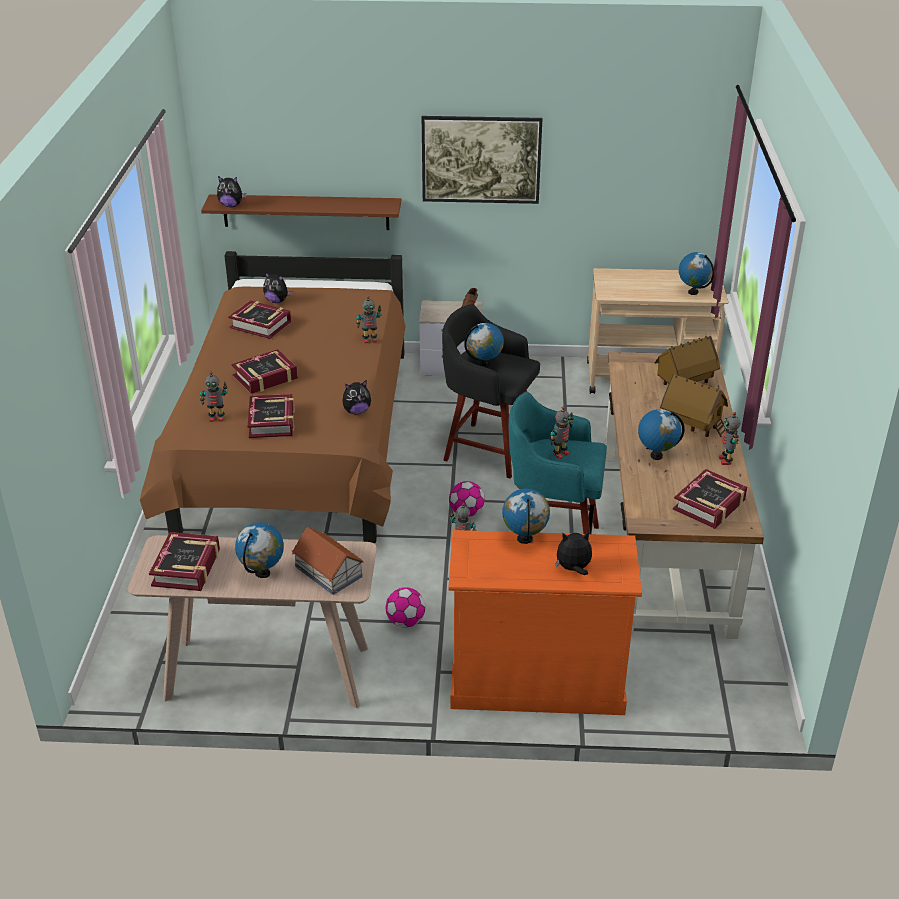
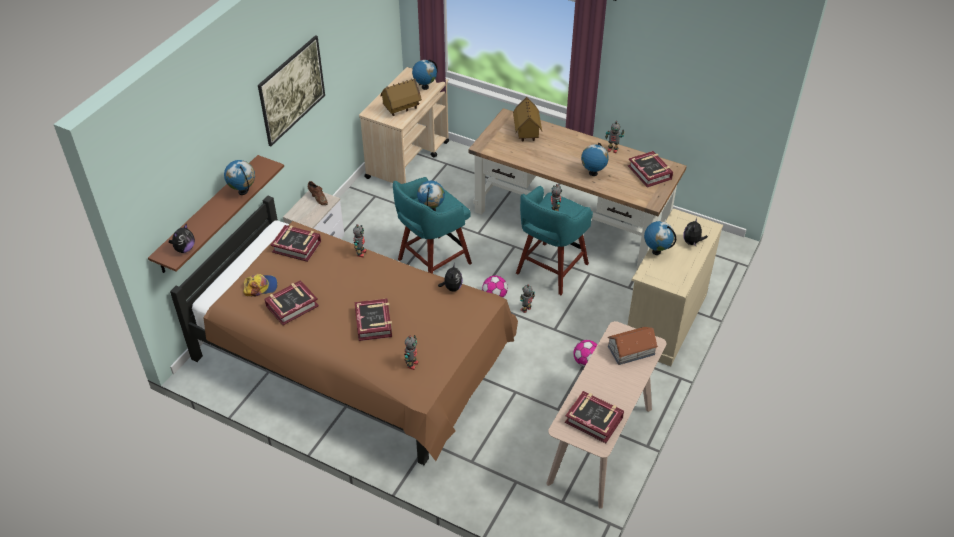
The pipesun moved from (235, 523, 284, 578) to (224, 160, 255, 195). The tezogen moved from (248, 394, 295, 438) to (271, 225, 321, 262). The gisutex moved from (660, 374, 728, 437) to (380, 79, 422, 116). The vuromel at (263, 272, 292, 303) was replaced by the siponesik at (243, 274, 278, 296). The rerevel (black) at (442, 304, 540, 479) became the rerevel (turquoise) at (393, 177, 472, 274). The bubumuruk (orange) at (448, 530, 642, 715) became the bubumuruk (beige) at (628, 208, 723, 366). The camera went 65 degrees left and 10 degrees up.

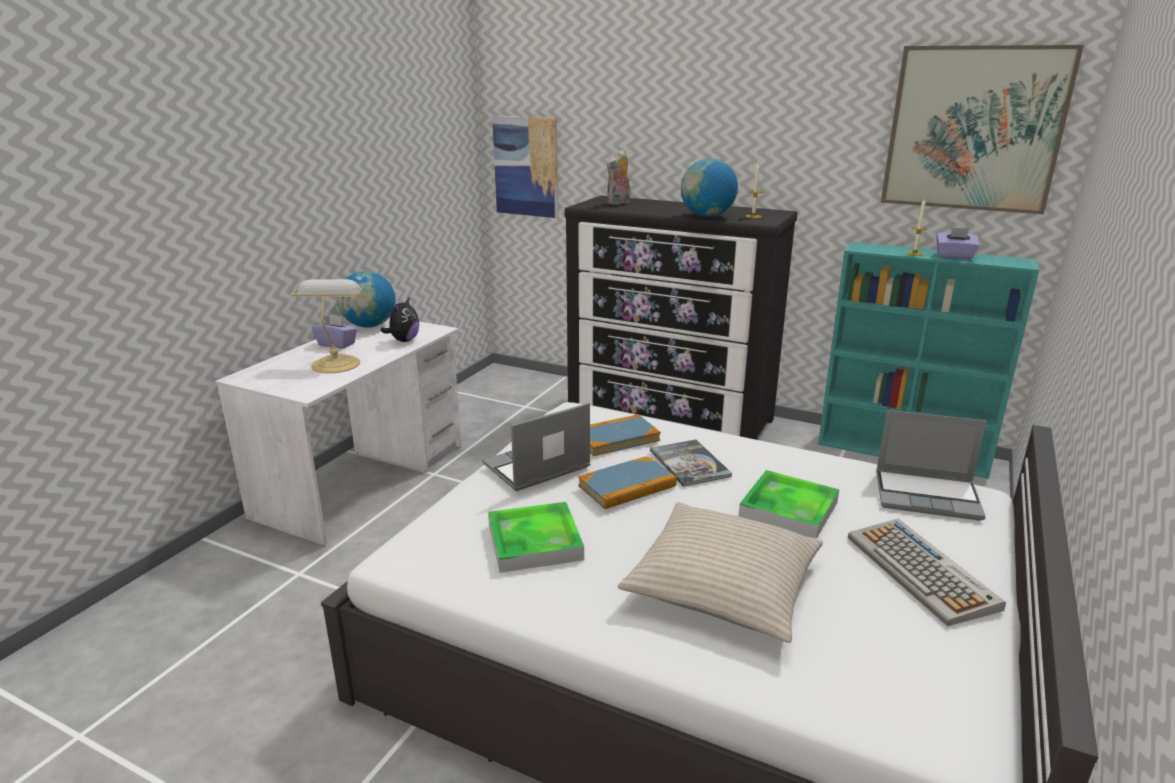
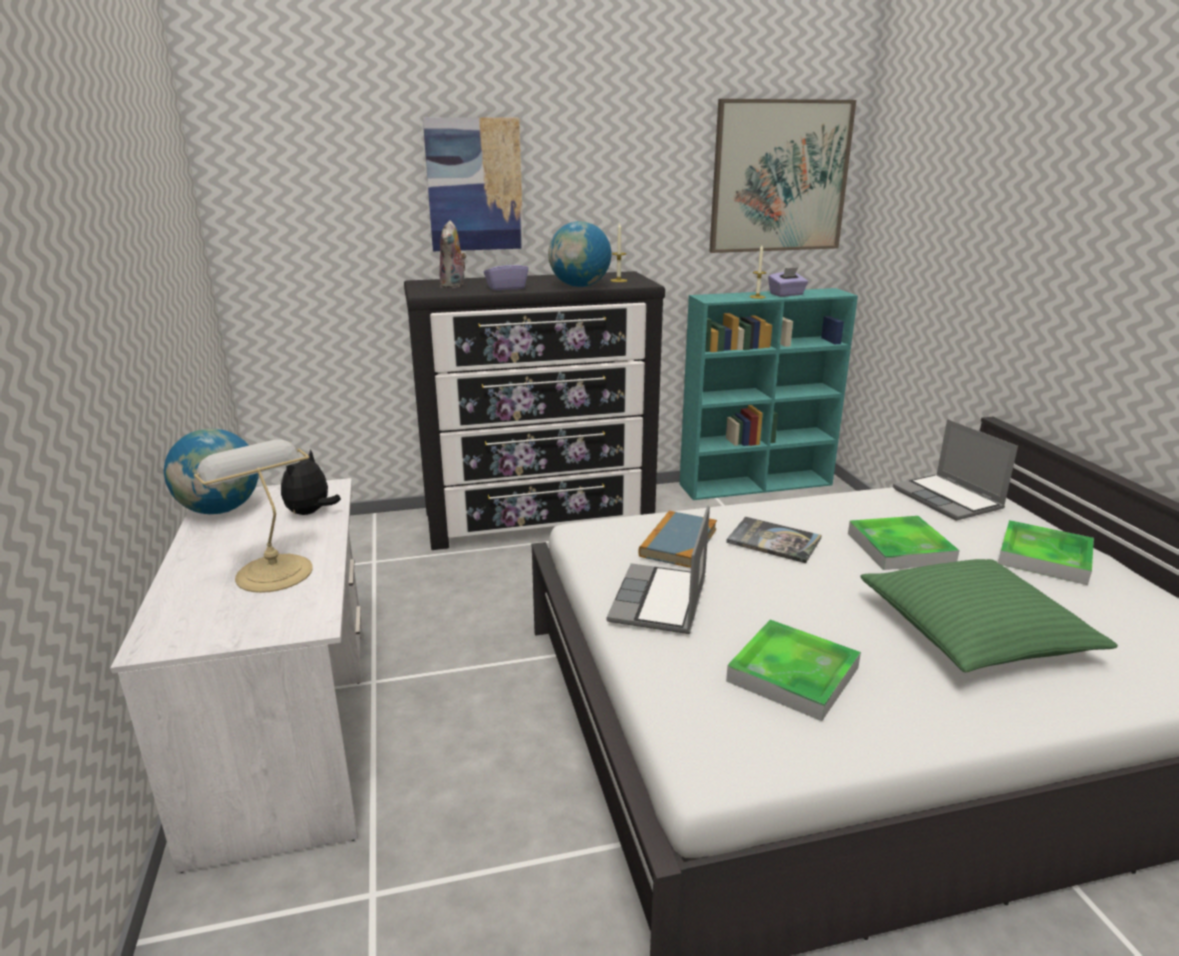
The tezogen at (578, 456, 677, 509) disappeared. The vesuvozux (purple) moved from (312, 315, 358, 349) to (484, 255, 528, 291). The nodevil moved from (492, 116, 558, 218) to (423, 117, 524, 251). The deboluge at (848, 519, 1006, 626) was replaced by the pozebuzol at (998, 520, 1094, 585). The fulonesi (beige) at (618, 502, 823, 643) became the fulonesi (green) at (860, 559, 1118, 672). The vuromel at (381, 298, 419, 342) turned 135 degrees counterclockwise. The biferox at (876, 410, 987, 521) turned 90 degrees clockwise. The camera went 40 degrees left and 0 degrees up.

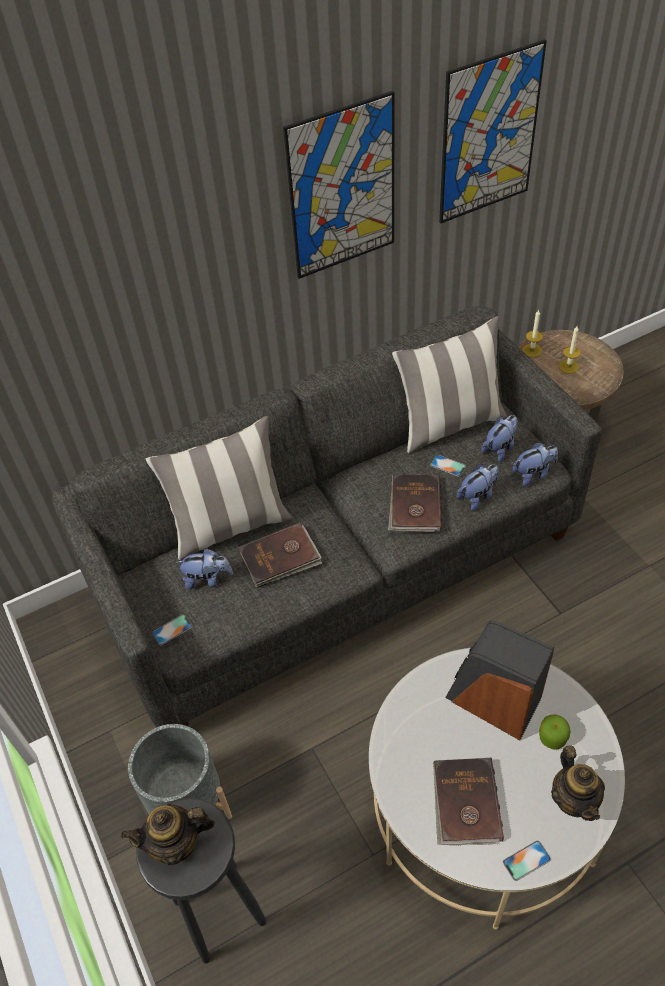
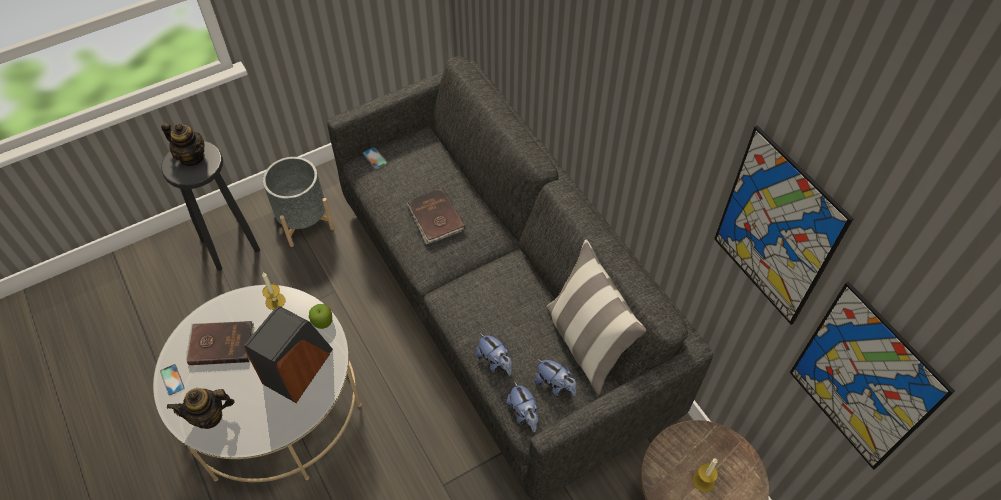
The fulonesi at (145, 416, 292, 560) disappeared. The vuromel at (175, 549, 233, 590) disappeared. The tezogen (brown) at (388, 475, 442, 532) disappeared. The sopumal at (430, 455, 466, 477) disappeared. The nodevil moved from (283, 91, 395, 279) to (790, 281, 955, 470). The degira moved from (522, 309, 543, 357) to (262, 272, 286, 310). The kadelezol moved from (539, 715, 571, 749) to (309, 304, 332, 329). The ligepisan at (121, 804, 215, 865) turned 135 degrees clockwise. The camera went 85 degrees right and 5 degrees up.

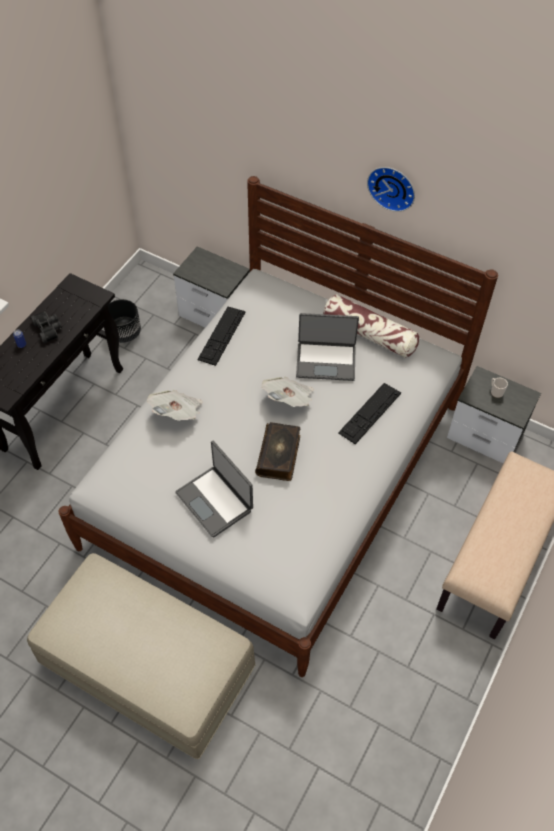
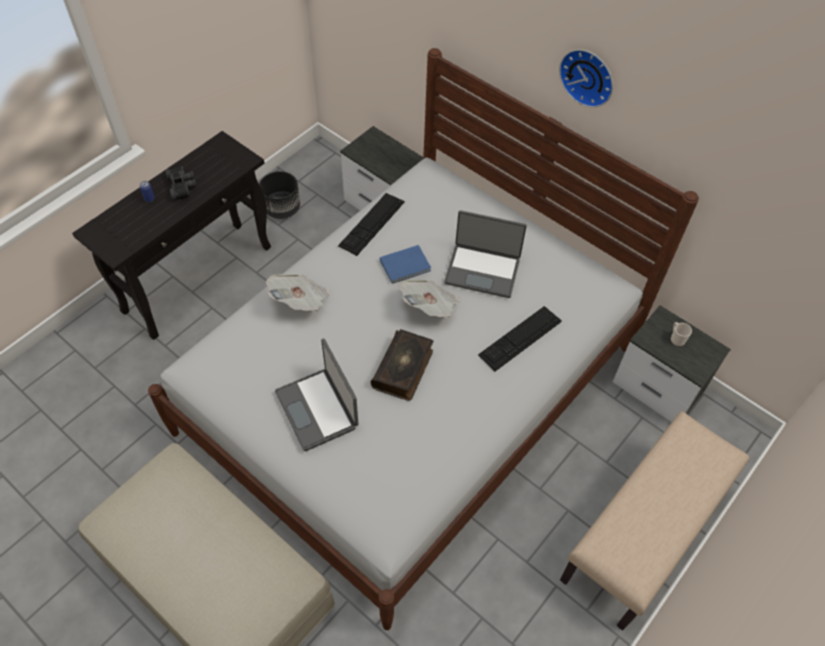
The fulonesi at (323, 294, 419, 358) disappeared. The tezogen (blue) at (380, 245, 431, 284) appeared. The camera went 10 degrees right and 0 degrees up.

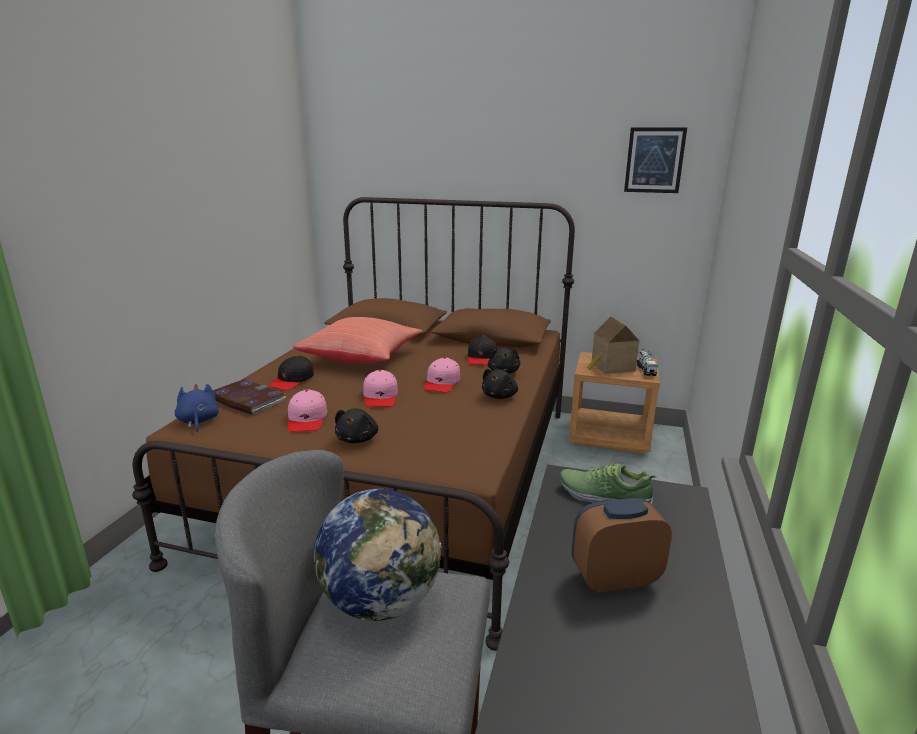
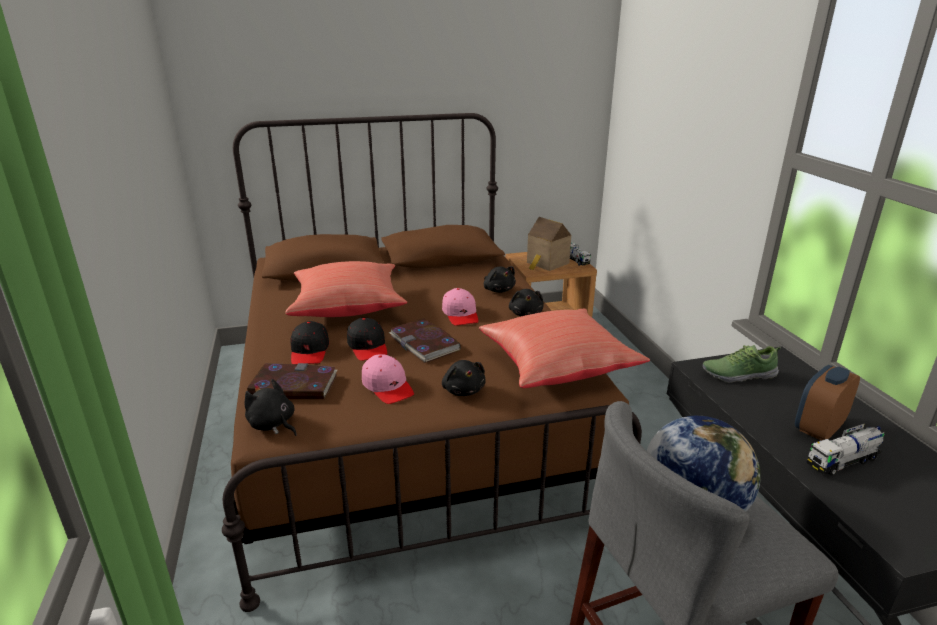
The nodevil at (624, 127, 687, 193) disappeared. The fulonesi (red) at (479, 309, 650, 388) appeared. The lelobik at (806, 423, 884, 476) appeared. The siponesik (black) moved from (468, 335, 497, 366) to (347, 318, 387, 361). The siponesik (pink) at (363, 370, 398, 407) was replaced by the tezogen at (389, 318, 461, 363). The vuromel (blue) at (175, 384, 219, 432) became the vuromel (black) at (245, 379, 297, 436). The camera went 30 degrees left and 5 degrees up.

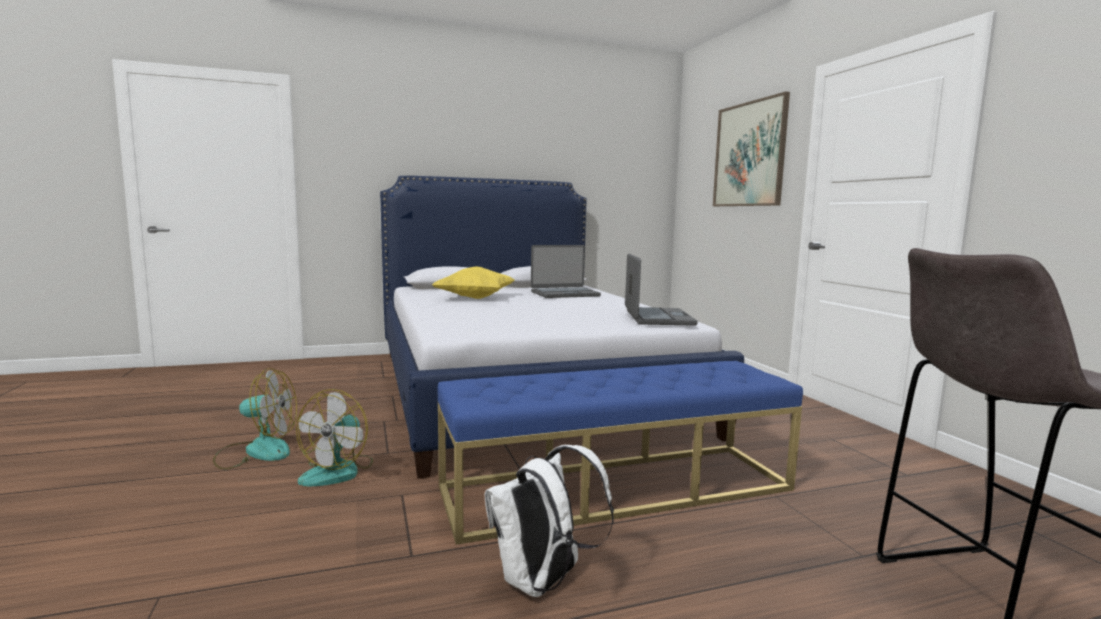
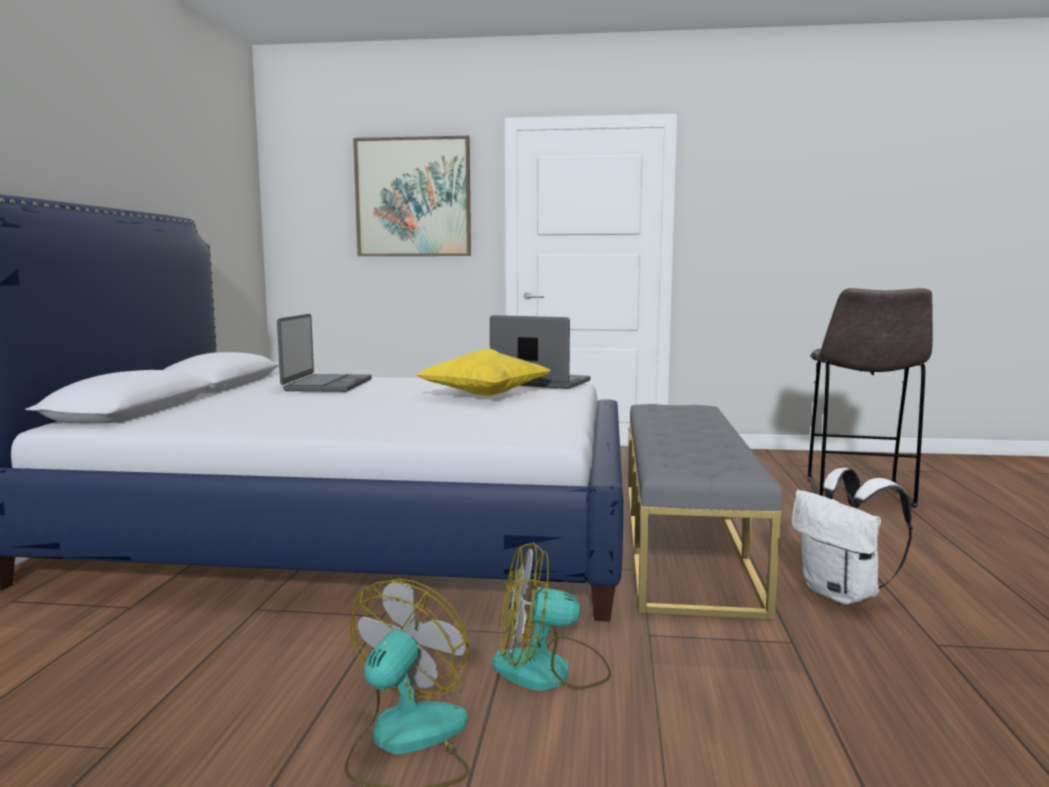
The fulonesi (yellow) moved from (432, 267, 515, 299) to (415, 349, 550, 396). The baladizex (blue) at (437, 361, 803, 545) became the baladizex (grey) at (628, 404, 782, 620). The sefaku at (296, 389, 373, 486) turned 135 degrees clockwise. The camera went 65 degrees left and 0 degrees up.

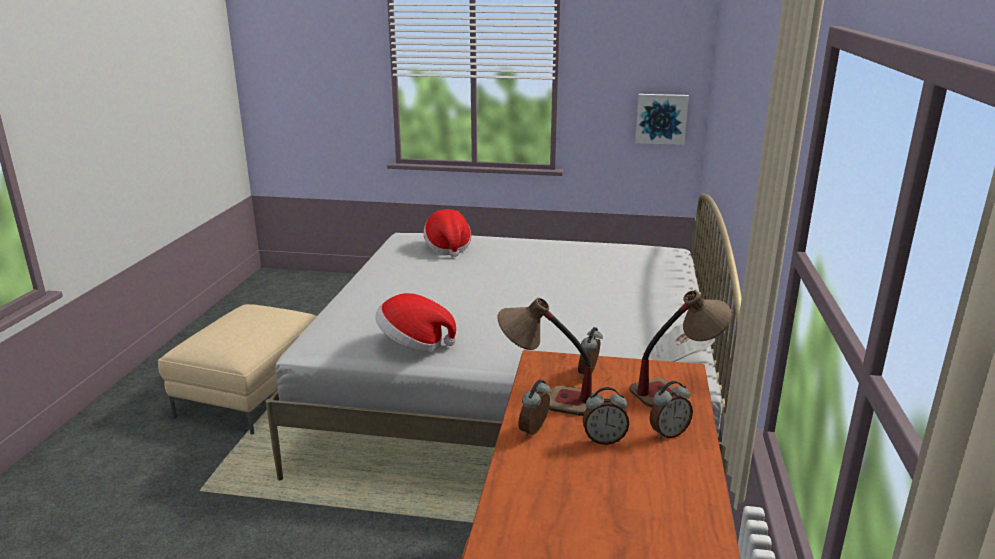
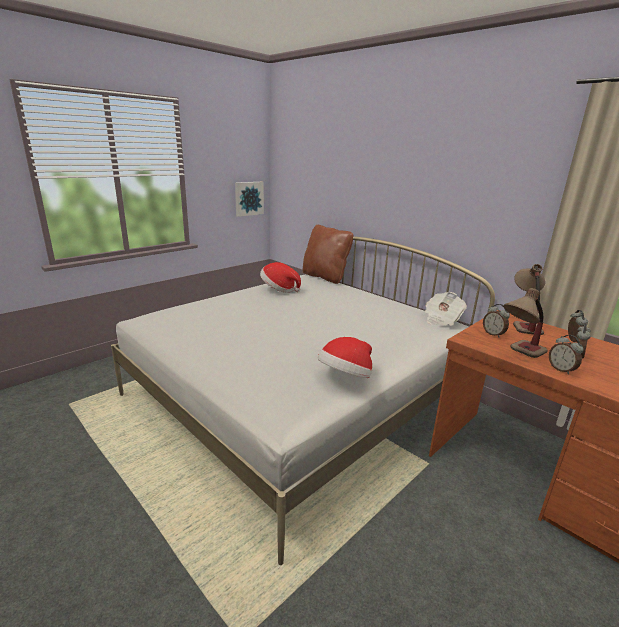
The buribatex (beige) at (158, 304, 317, 435) disappeared. The fulonesi (brown) at (303, 225, 354, 284) appeared. The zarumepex moved from (424, 209, 471, 257) to (260, 262, 301, 293). The camera went 55 degrees left and 0 degrees up.

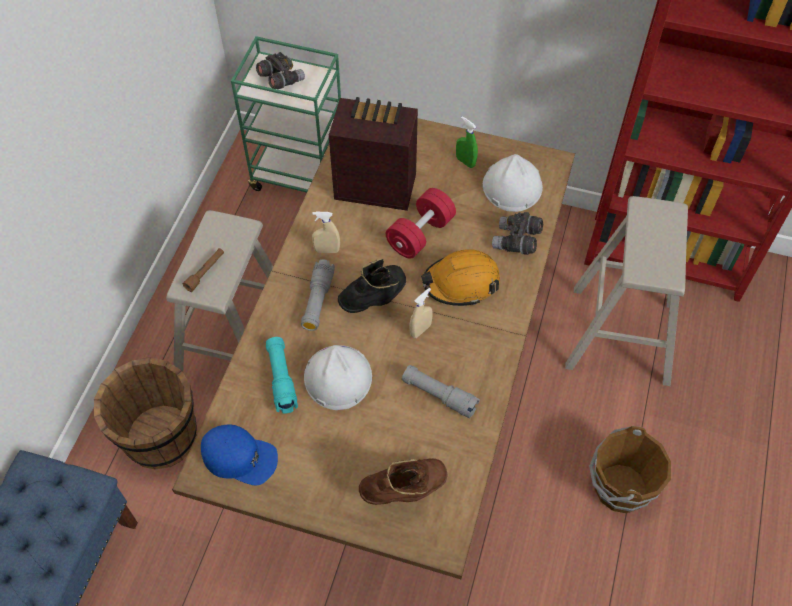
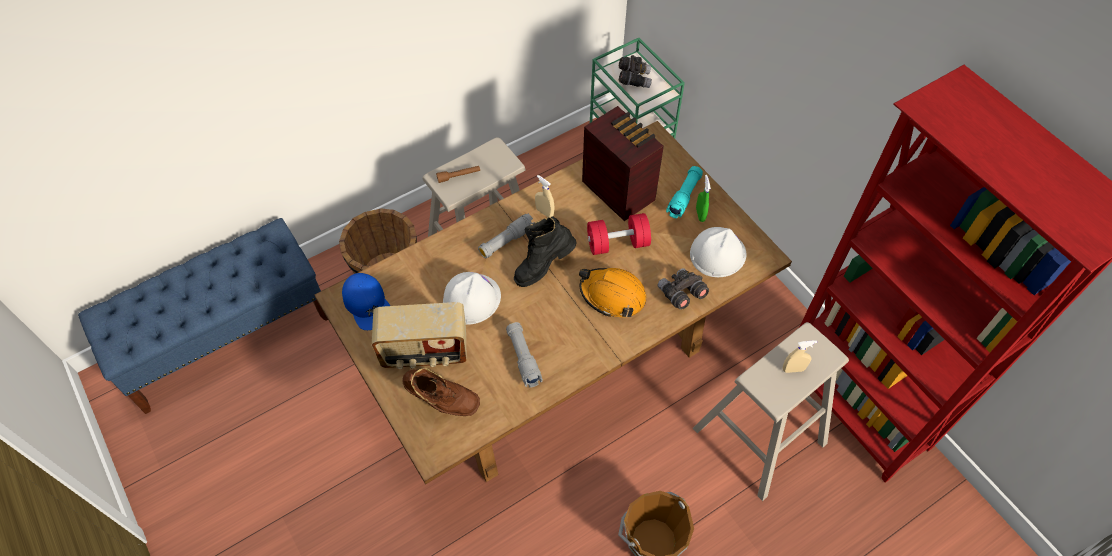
The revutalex at (372, 302, 467, 369) appeared. The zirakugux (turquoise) moved from (266, 337, 298, 414) to (666, 166, 703, 219). The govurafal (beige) moved from (409, 288, 432, 338) to (783, 340, 817, 373). The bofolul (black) at (338, 259, 406, 313) turned 150 degrees clockwise. The camera went 40 degrees right and 0 degrees up.

